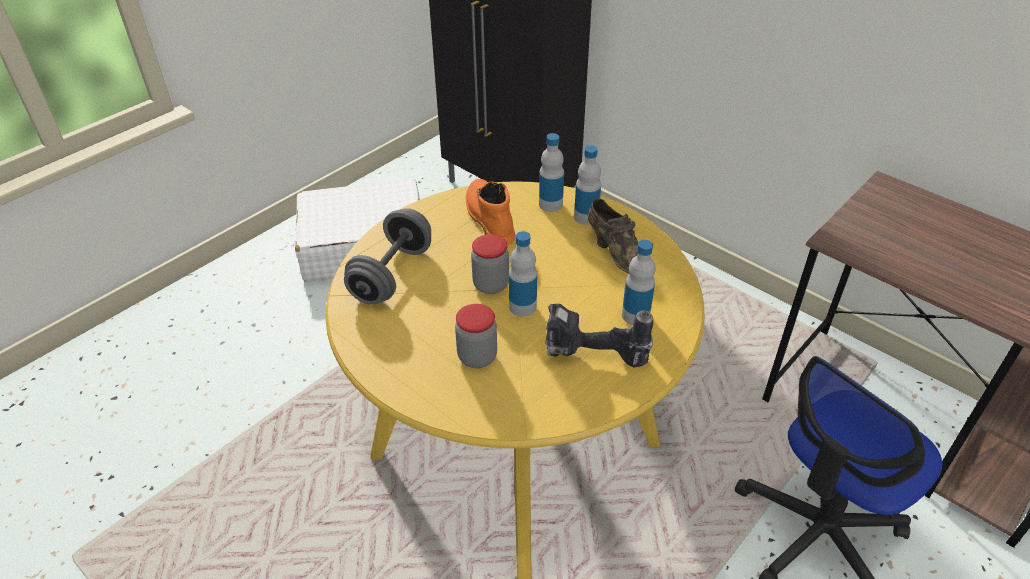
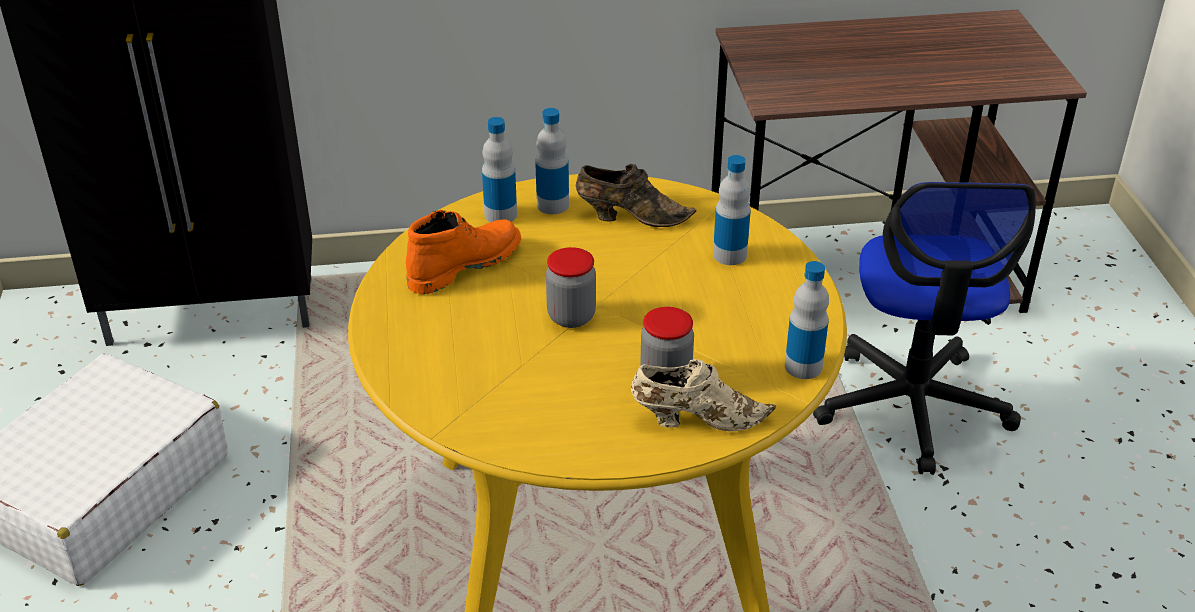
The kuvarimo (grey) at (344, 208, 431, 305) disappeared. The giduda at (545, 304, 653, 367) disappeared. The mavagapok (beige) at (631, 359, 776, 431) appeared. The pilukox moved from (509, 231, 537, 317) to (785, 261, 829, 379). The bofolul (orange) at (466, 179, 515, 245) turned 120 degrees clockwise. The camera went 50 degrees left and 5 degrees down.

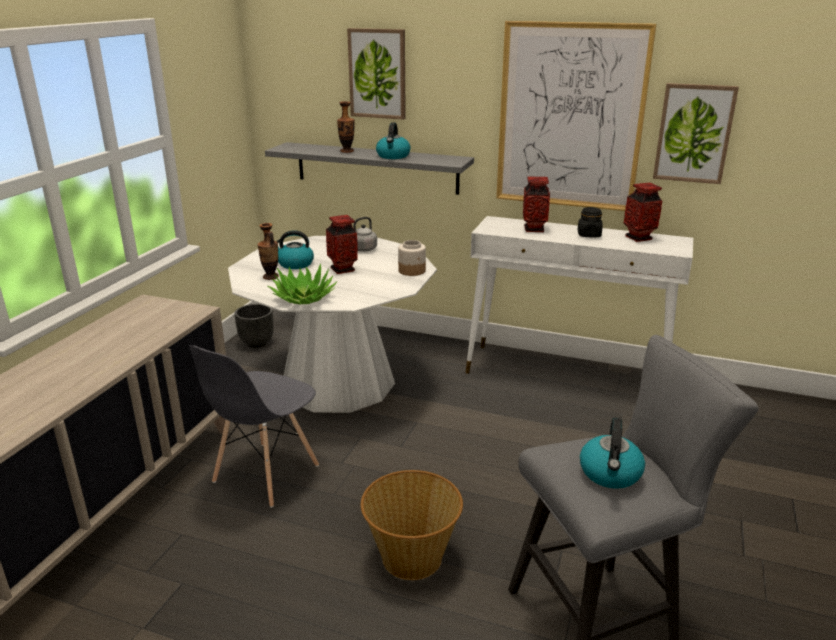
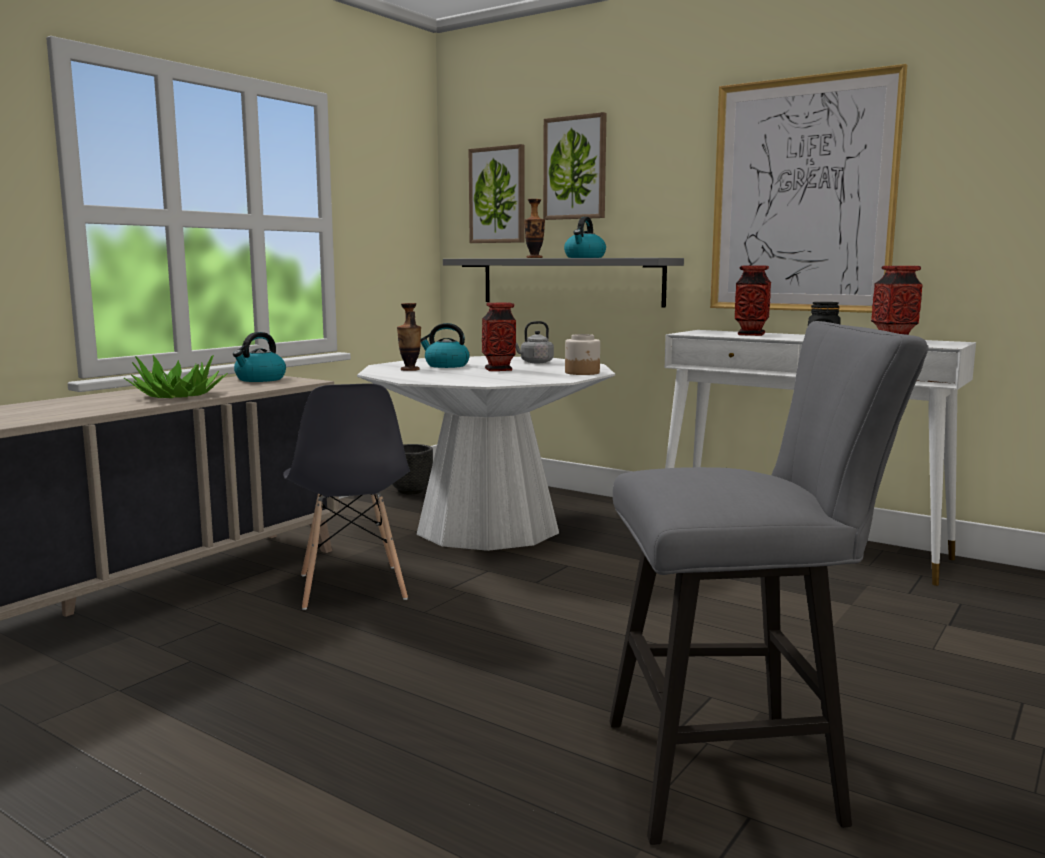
The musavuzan at (361, 470, 463, 580) disappeared. The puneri moved from (268, 264, 338, 305) to (124, 355, 228, 398). The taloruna moved from (580, 418, 645, 489) to (233, 332, 286, 382). The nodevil moved from (653, 83, 739, 184) to (469, 144, 525, 243). The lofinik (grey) at (189, 345, 319, 508) turned 60 degrees counterclockwise. The camera went 15 degrees right and 15 degrees down.

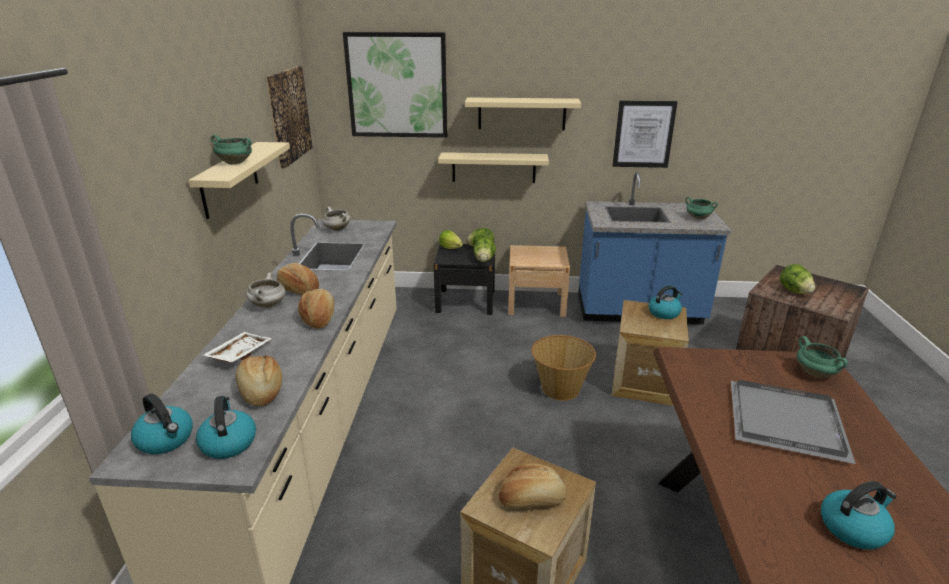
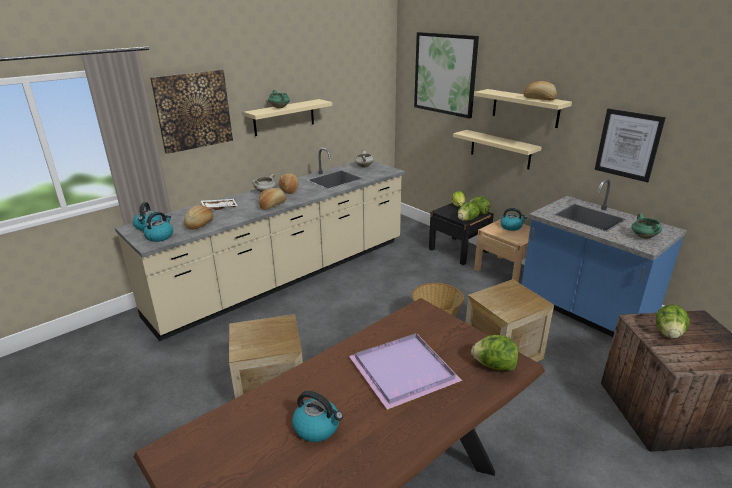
The nodevil moved from (266, 66, 313, 168) to (150, 70, 233, 154). The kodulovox moved from (499, 463, 566, 508) to (524, 81, 557, 101). The taloruna moved from (649, 285, 683, 319) to (500, 208, 527, 231). The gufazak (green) at (797, 336, 848, 377) was replaced by the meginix at (471, 335, 518, 371). The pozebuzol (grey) at (731, 380, 856, 464) became the pozebuzol (purple) at (349, 333, 462, 410). The camera went 45 degrees right and 0 degrees up.

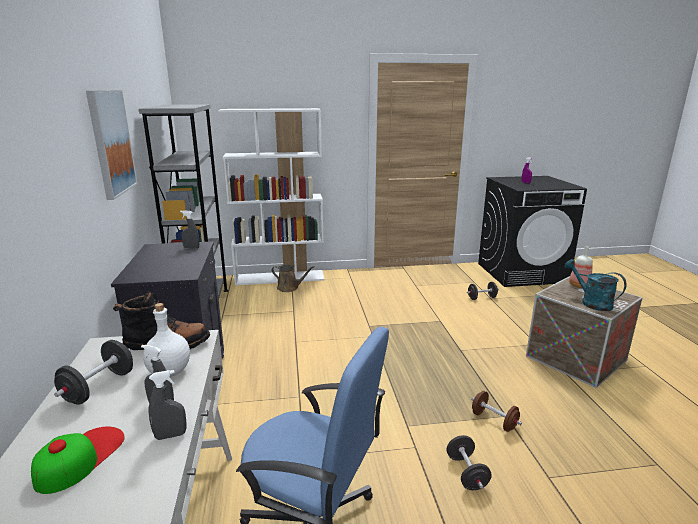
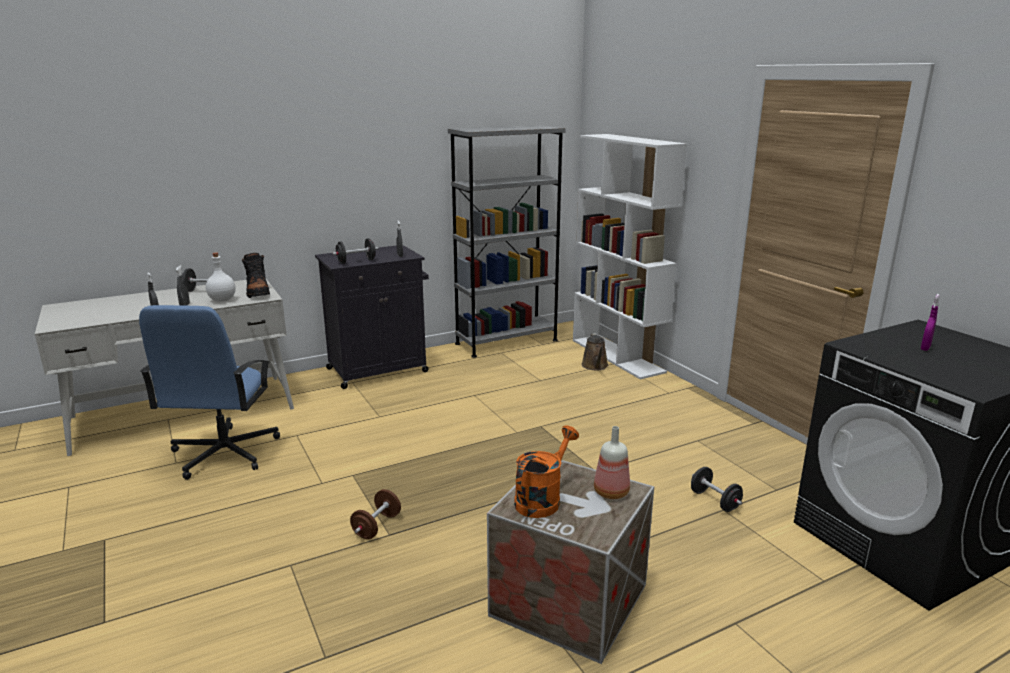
The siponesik at (31, 426, 124, 494) disappeared. The nodevil at (86, 90, 138, 200) disappeared. The kuvarimo (black) moved from (447, 435, 492, 490) to (332, 238, 378, 264). The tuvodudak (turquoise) at (564, 259, 627, 311) became the tuvodudak (orange) at (514, 425, 579, 518). The camera went 70 degrees right and 0 degrees up.

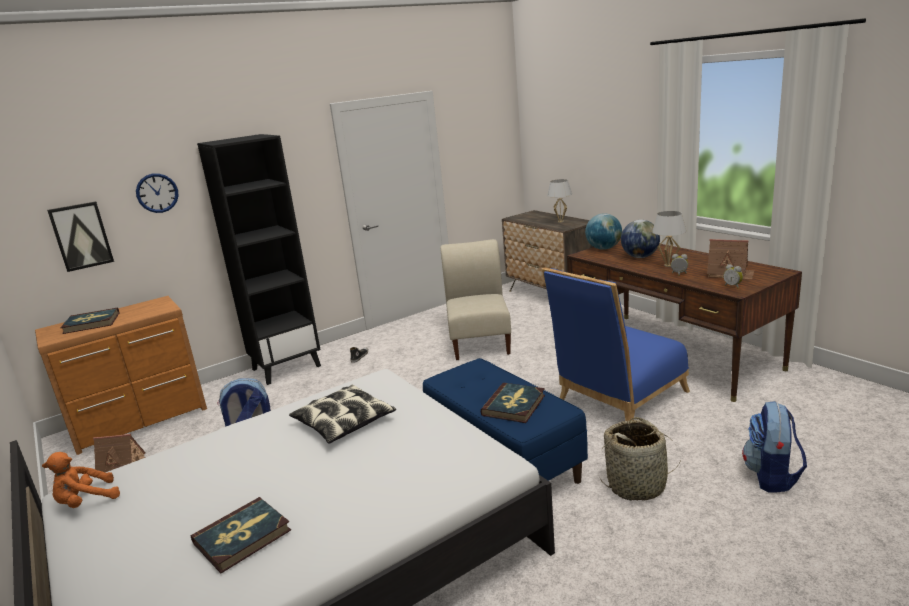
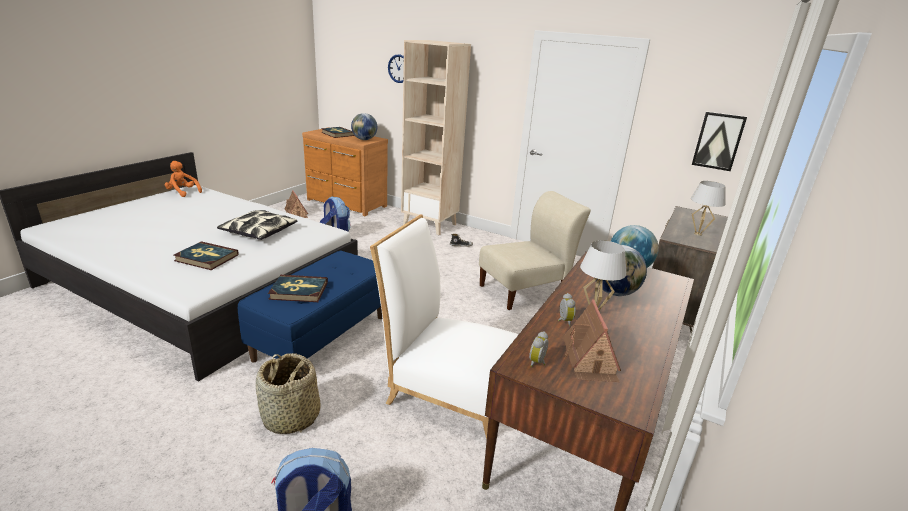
The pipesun at (351, 113, 377, 140) appeared. The nodevil moved from (47, 201, 114, 272) to (692, 111, 747, 171). The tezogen moved from (190, 497, 291, 573) to (173, 241, 239, 270). The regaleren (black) at (197, 134, 321, 385) became the regaleren (beige) at (401, 40, 471, 235). The lofinik (blue) at (542, 267, 690, 421) became the lofinik (white) at (370, 215, 519, 439). The camera went 60 degrees right and 5 degrees up.

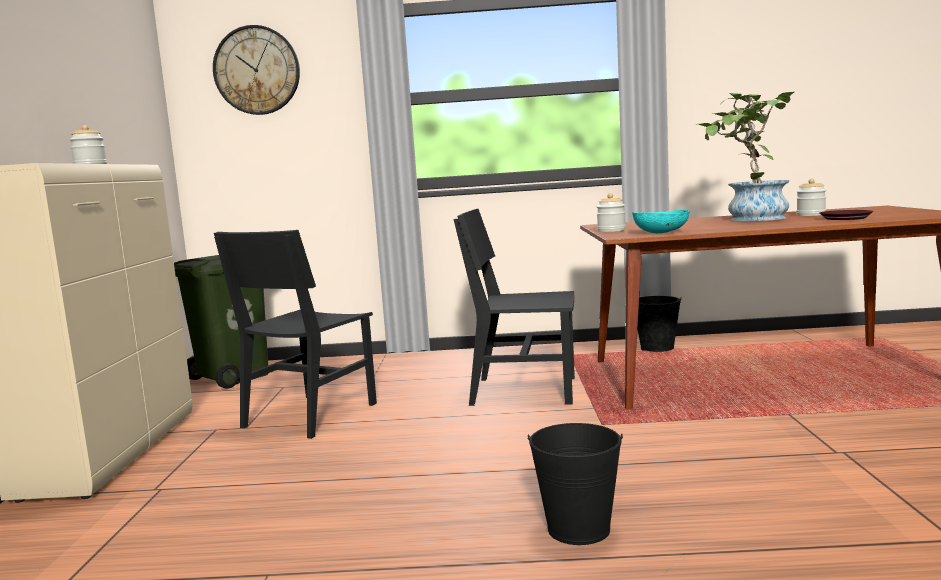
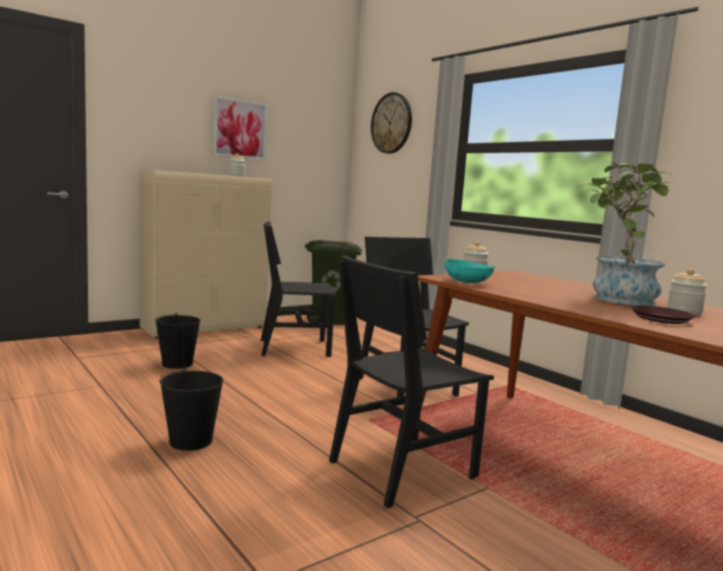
The nodevil at (213, 95, 268, 160) appeared. The lofinik (black) at (329, 255, 494, 508) appeared. The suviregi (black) moved from (637, 296, 681, 352) to (155, 313, 200, 369). The camera went 50 degrees right and 0 degrees up.

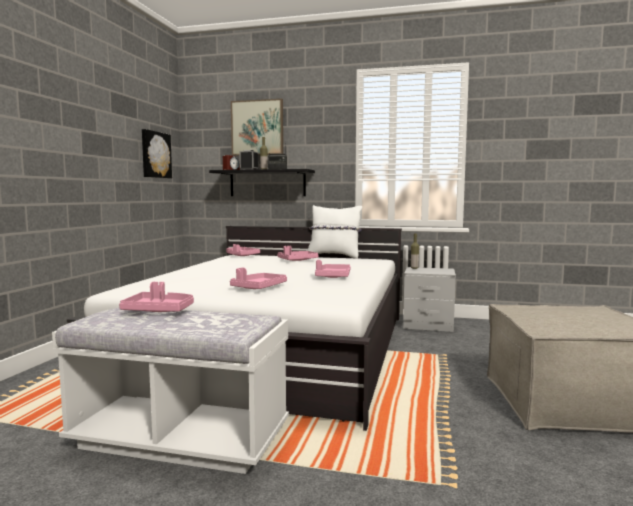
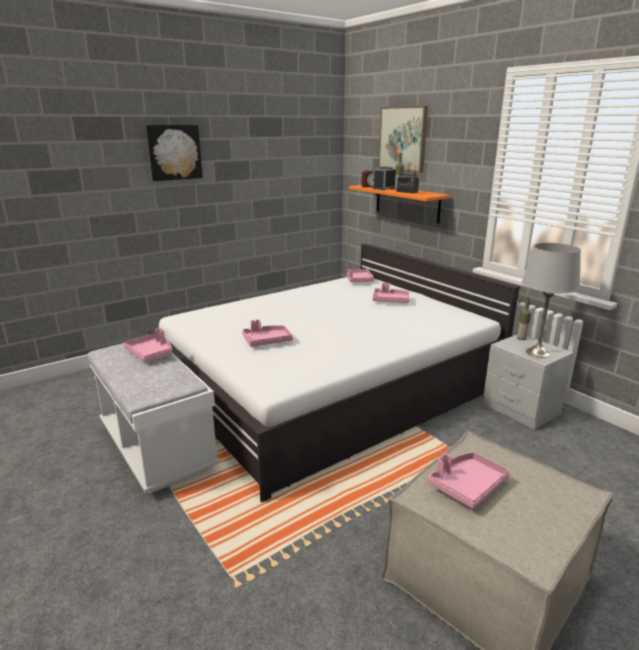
The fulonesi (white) at (307, 205, 362, 259) disappeared. The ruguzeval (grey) at (522, 243, 581, 358) appeared. The nodevil moved from (142, 129, 172, 178) to (146, 125, 203, 181). The pozebuzol (pink) moved from (315, 260, 351, 278) to (428, 452, 510, 509). The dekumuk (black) at (209, 169, 315, 196) became the dekumuk (orange) at (349, 185, 450, 224). The camera went 40 degrees right and 15 degrees up.

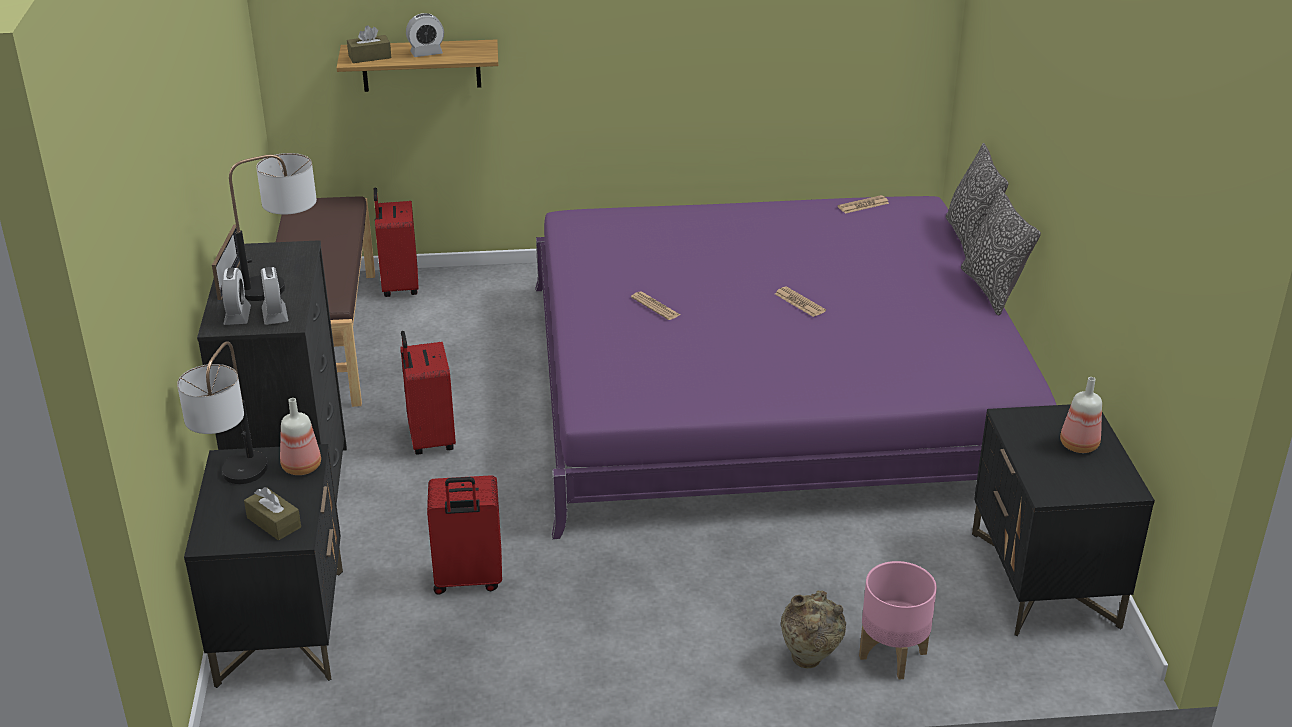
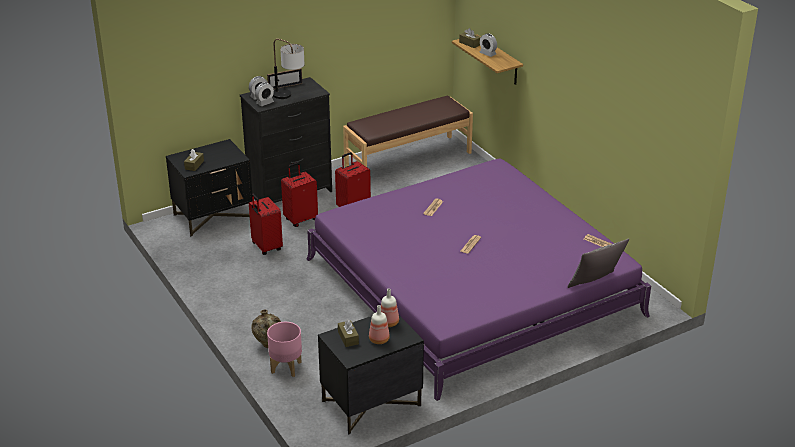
The ruguzeval at (177, 341, 268, 484) disappeared. The fulonesi at (961, 189, 1041, 315) disappeared. The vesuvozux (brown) at (338, 319, 359, 347) appeared. The pilukox moved from (280, 398, 321, 475) to (381, 288, 399, 327). The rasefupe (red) moved from (374, 187, 419, 297) to (281, 162, 318, 227). The camera went 65 degrees right and 0 degrees up.

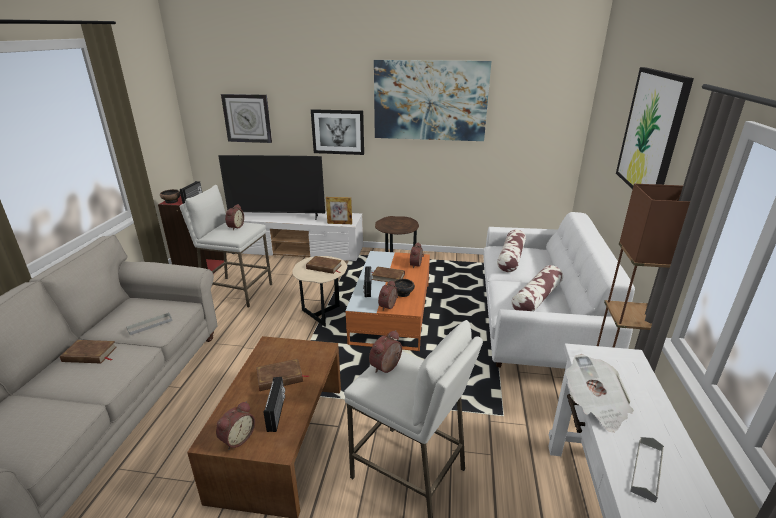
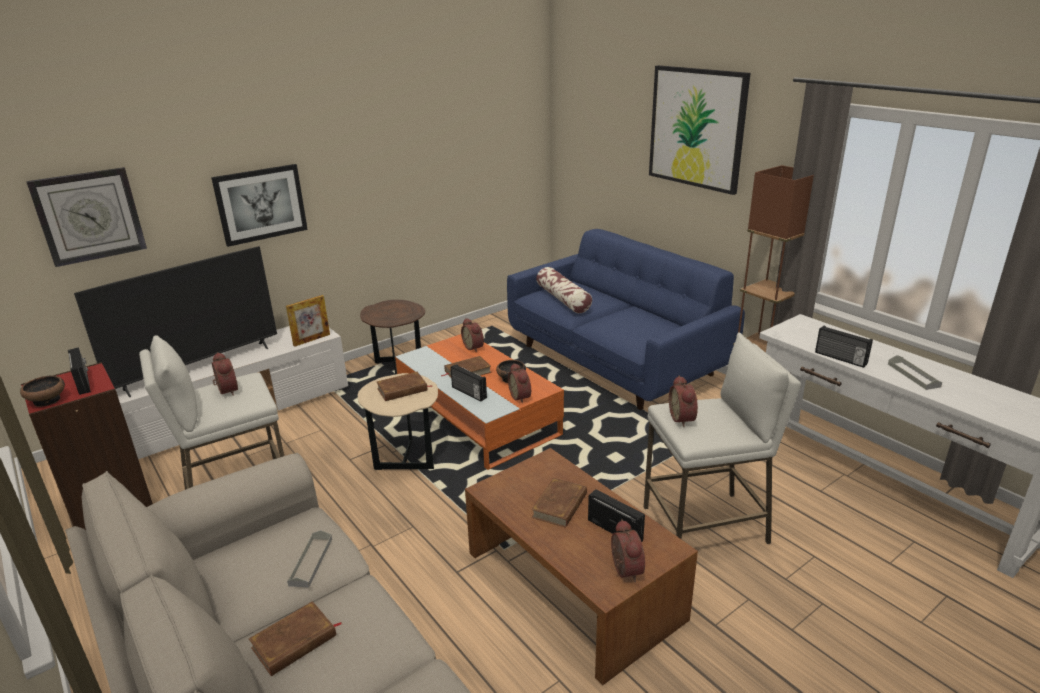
The nodevil at (374, 60, 491, 141) disappeared. The fulonesi at (511, 265, 563, 311) disappeared. The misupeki at (566, 354, 634, 433) was replaced by the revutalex at (815, 326, 873, 368). The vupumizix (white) at (483, 212, 635, 369) became the vupumizix (blue) at (507, 229, 745, 410). The camera went 45 degrees left and 0 degrees up.

